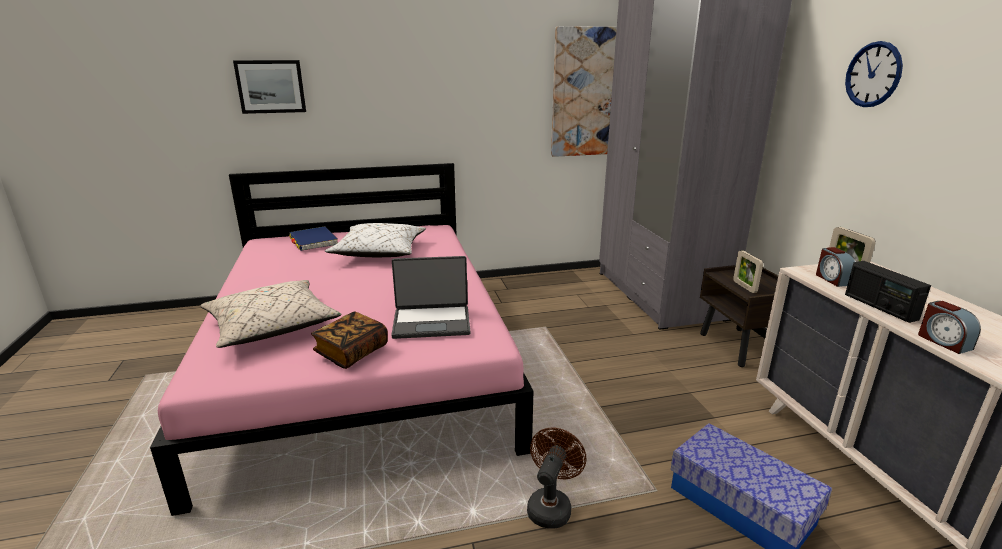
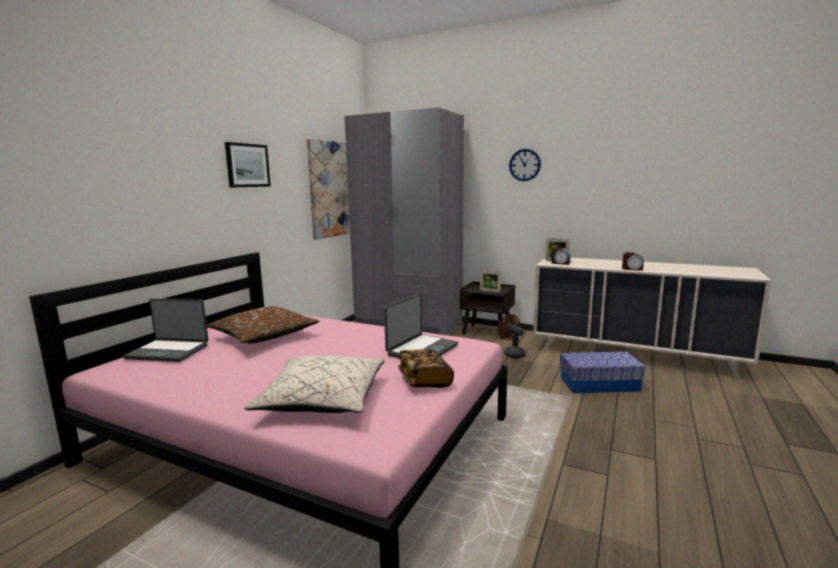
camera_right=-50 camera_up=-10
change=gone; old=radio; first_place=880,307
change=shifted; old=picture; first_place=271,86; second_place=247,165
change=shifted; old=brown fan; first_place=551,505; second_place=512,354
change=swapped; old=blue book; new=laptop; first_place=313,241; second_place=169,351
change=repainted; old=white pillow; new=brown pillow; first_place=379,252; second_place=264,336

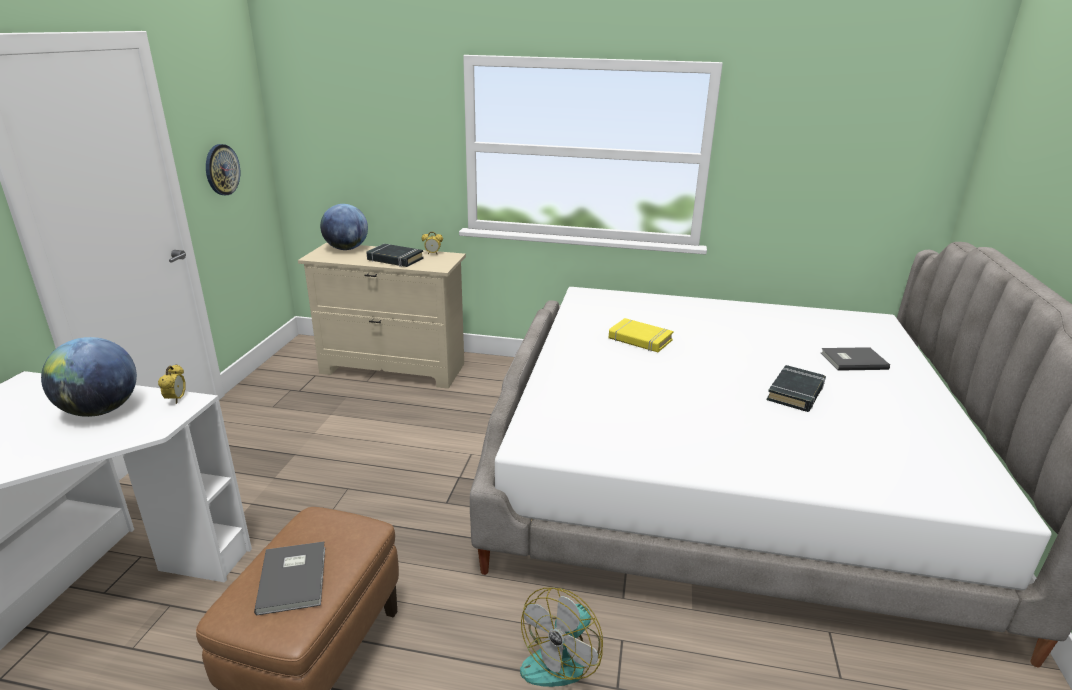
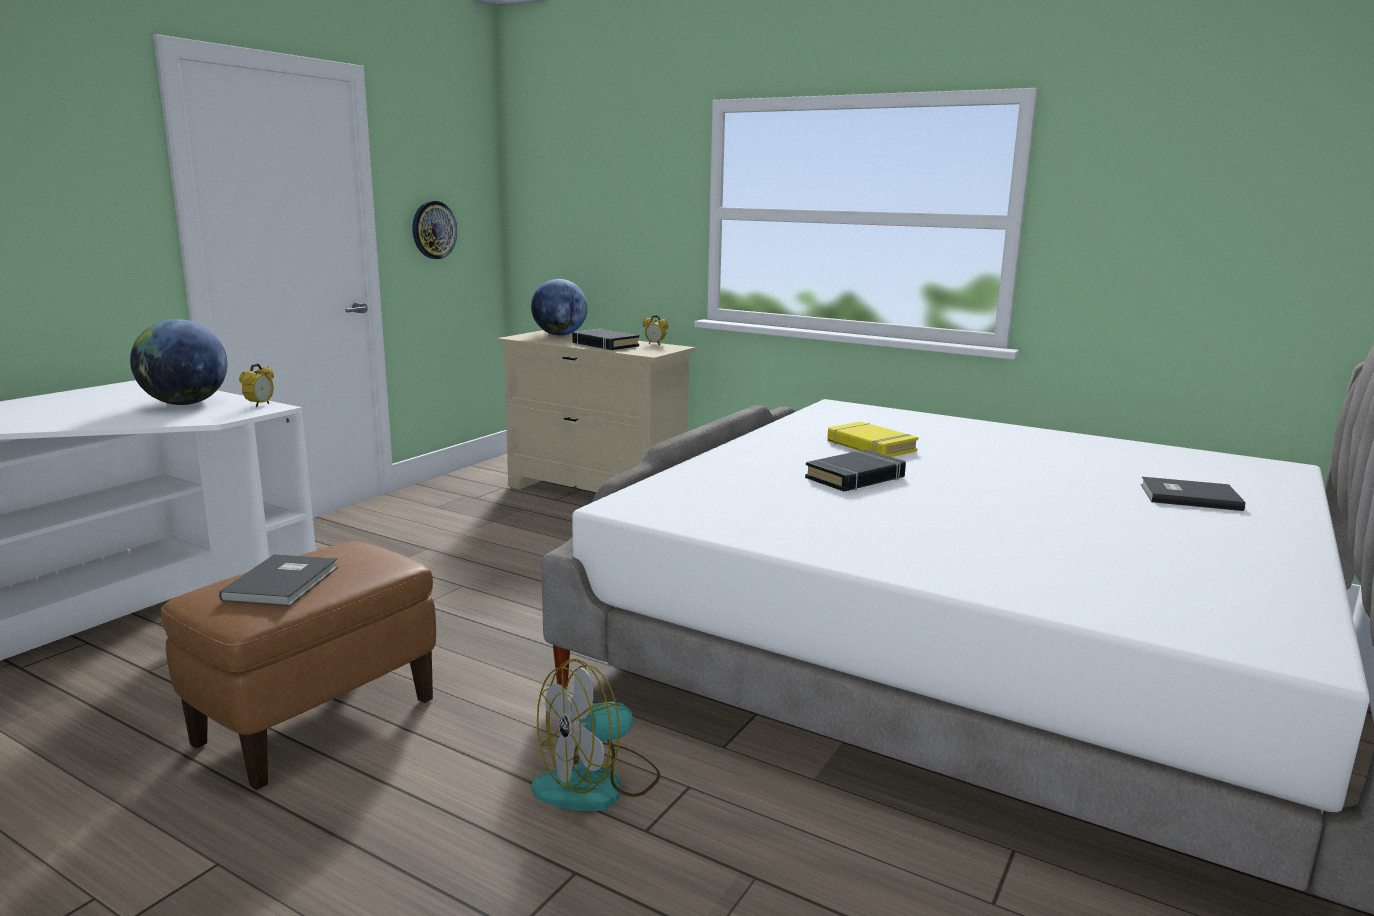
camera_right=20 camera_up=-10
change=shifted; old=black book; first_place=796,393; second_place=855,478

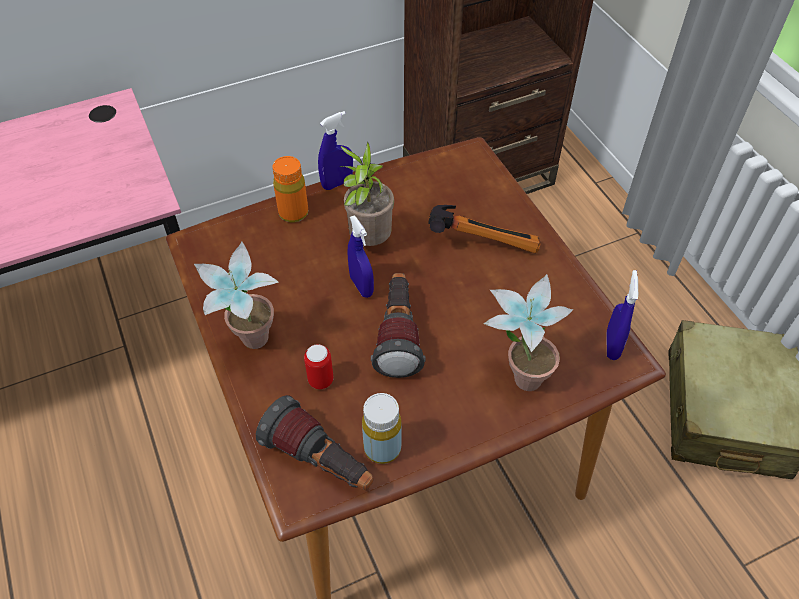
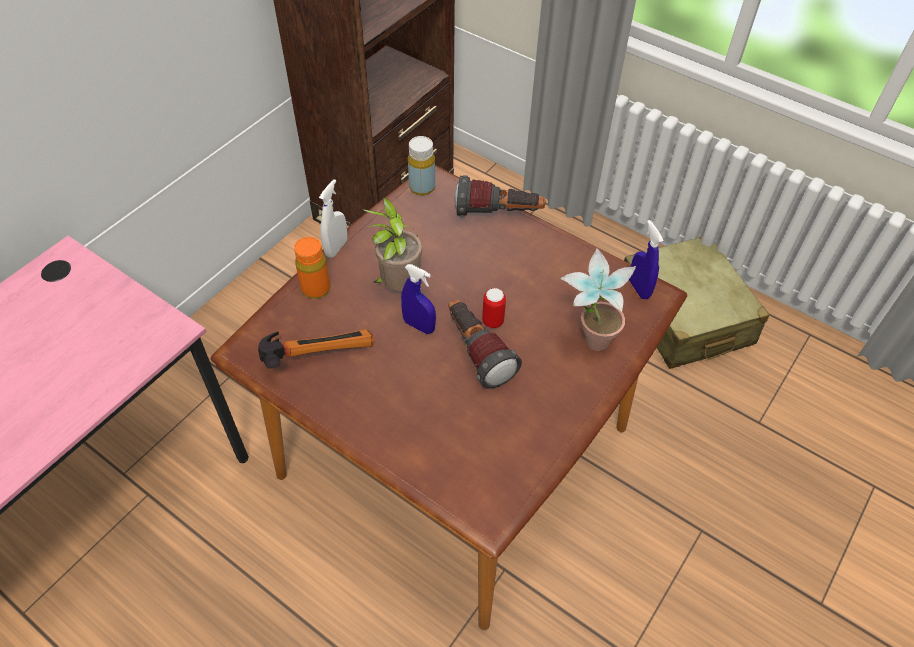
camera_right=-30 camera_up=0
change=gone; old=potted plant; first_place=251,346
change=shifted; old=flashlight; first_place=320,462; second_place=498,214
change=shifted; old=can; first_place=321,380; second_place=493,321
change=shifted; old=yellow bottle; first_place=382,448; second_place=422,187
change=shifted; old=hammer; first_place=482,239; second_place=316,352
change=repainted; old=blue spray bottle; new=white spray bottle; first_place=337,183; second_place=336,248

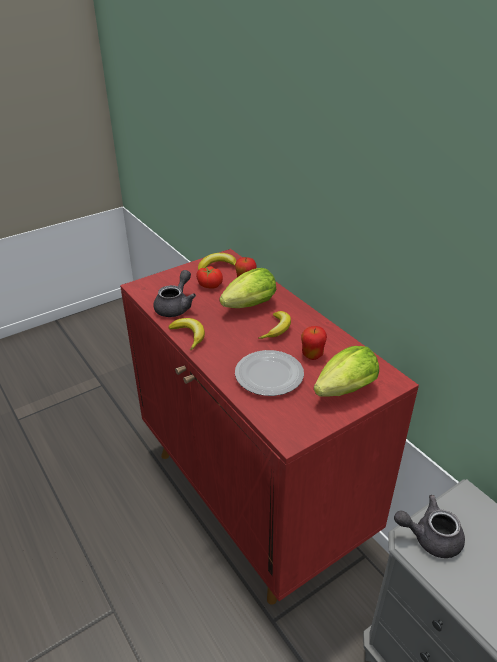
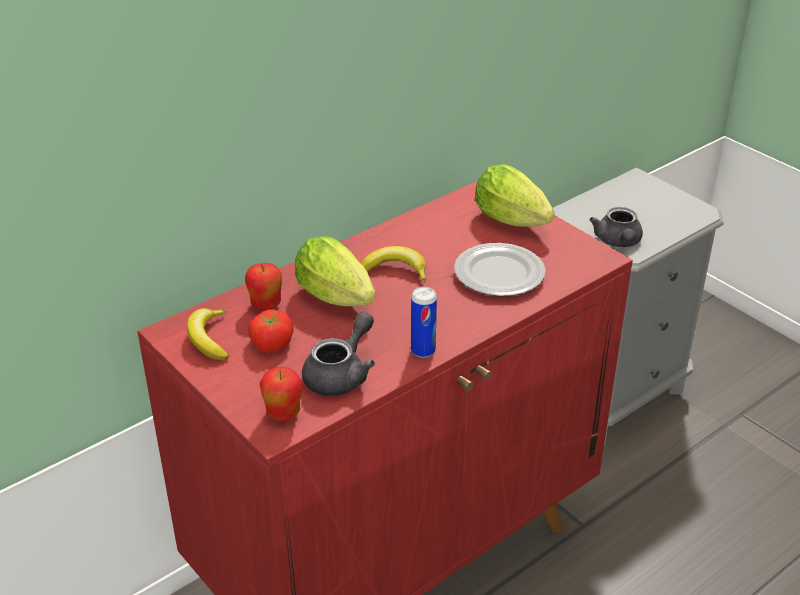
camera_right=-95 camera_up=0
change=shifted; old=apple; first_place=312,355; second_place=283,413
change=swapped; old=banana; new=can; first_place=189,336; second_place=423,351
change=rotated; old=grey teapot; first_place=176,306; second_place=341,374; degrees=105

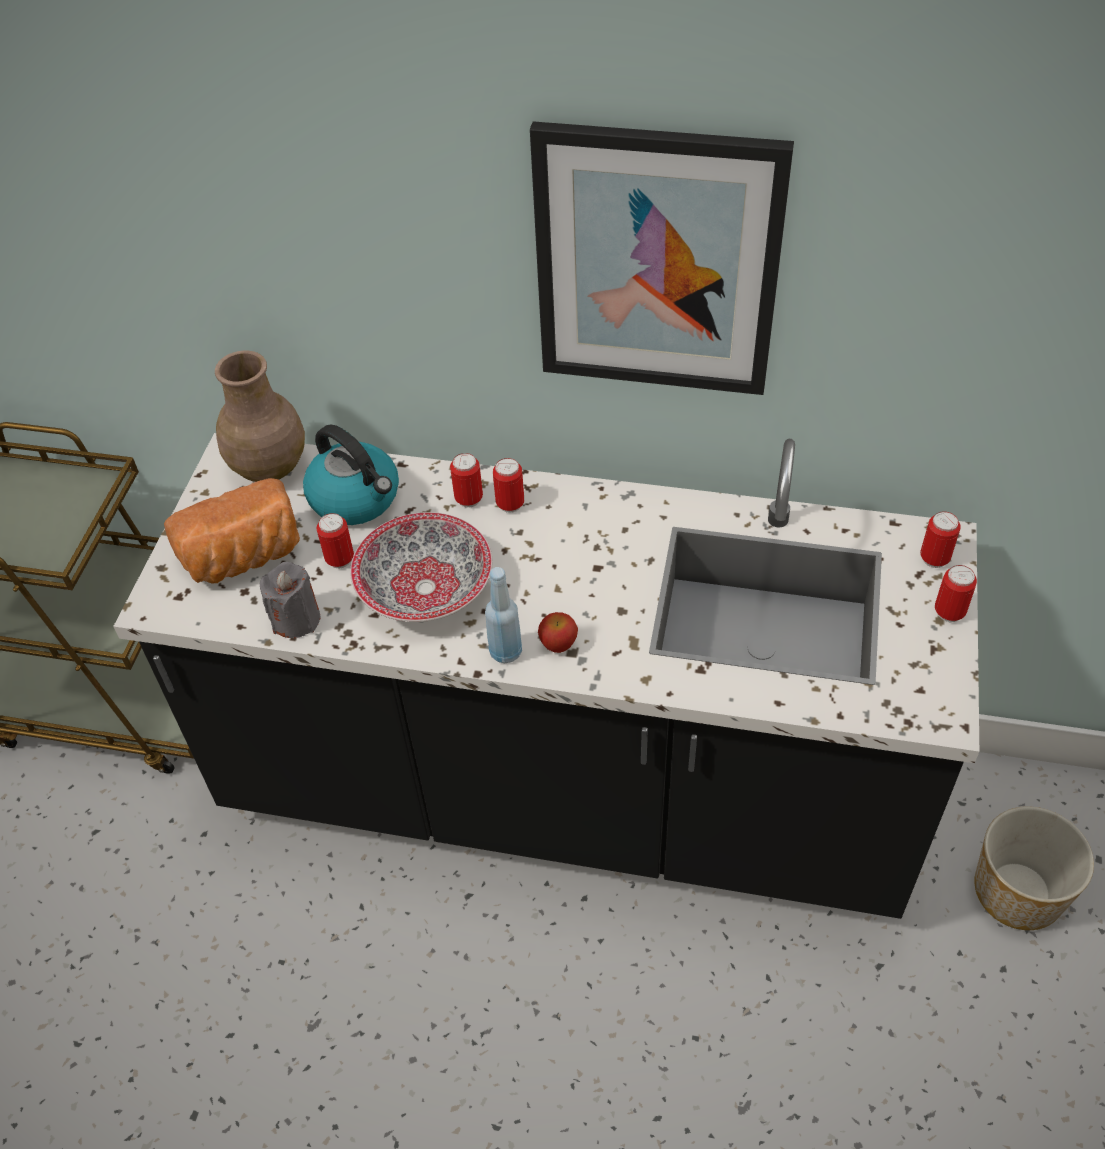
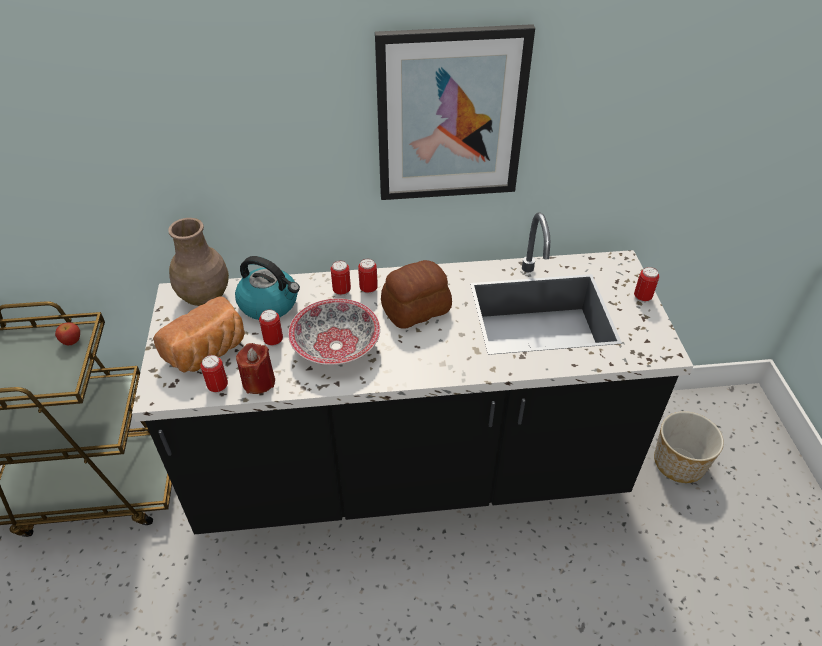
camera_right=-20 camera_up=-5
change=gone; old=blue bottle; first_place=506,652
change=new; new=bread; second_place=417,309
change=shifted; old=apple; first_place=558,644; second_place=72,341
change=shifted; old=can; first_place=934,559; second_place=218,387
change=repainted; old=grey candle; new=red candle; first_place=296,619; second_place=258,382

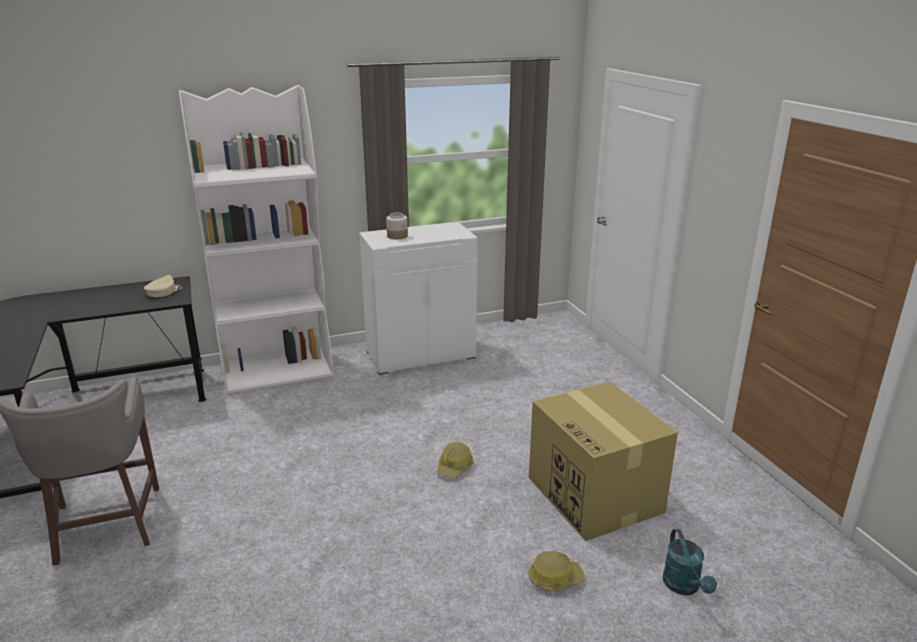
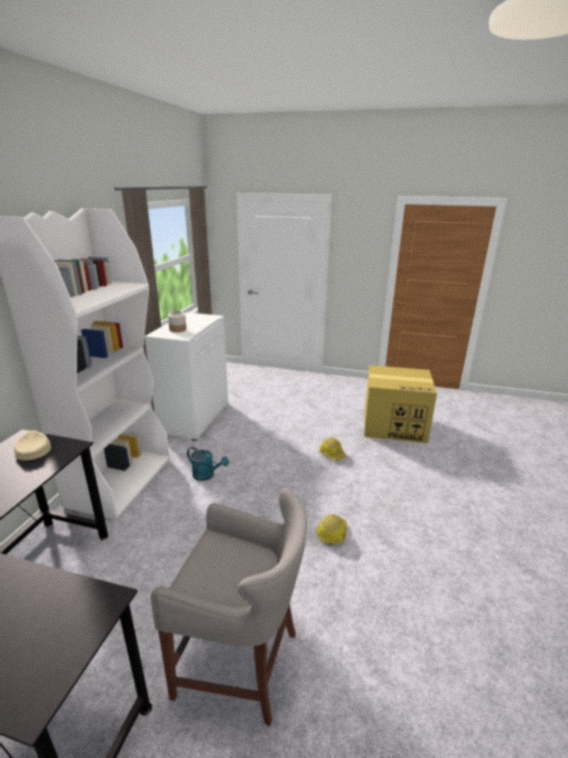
camera_right=-55 camera_up=0
change=shifted; old=hard hat; first_place=555,578; second_place=332,533
change=shifted; old=turquoise watering can; first_place=684,587; second_place=207,475

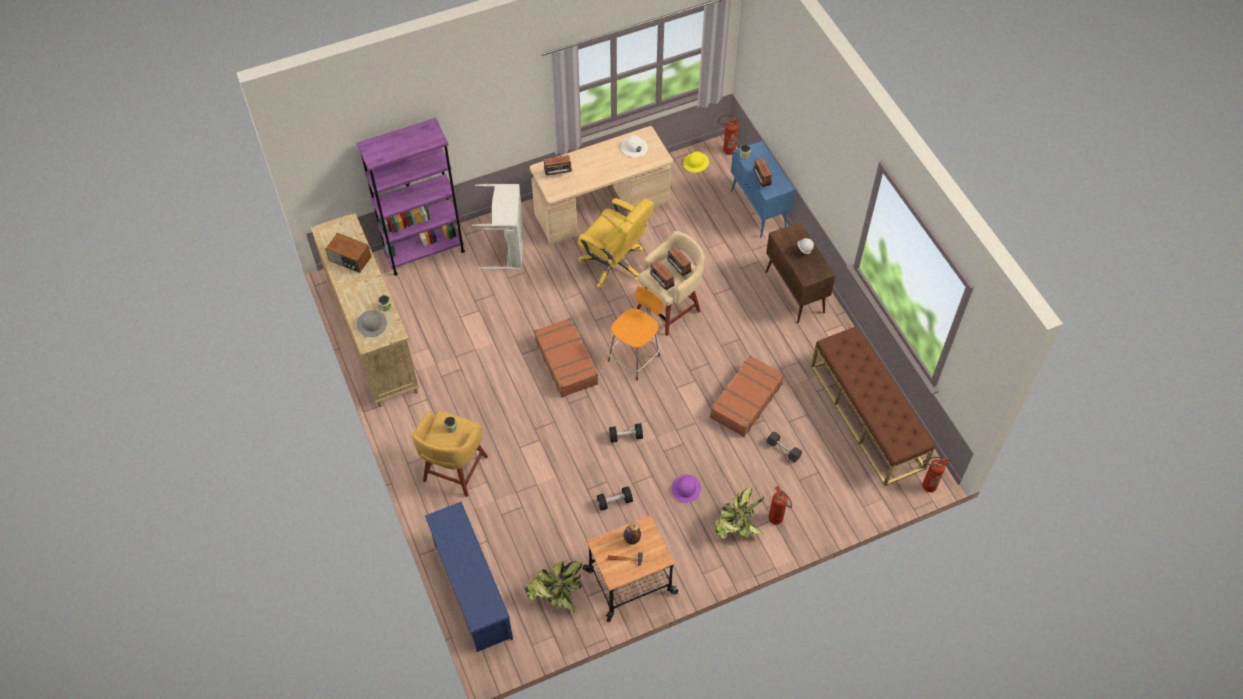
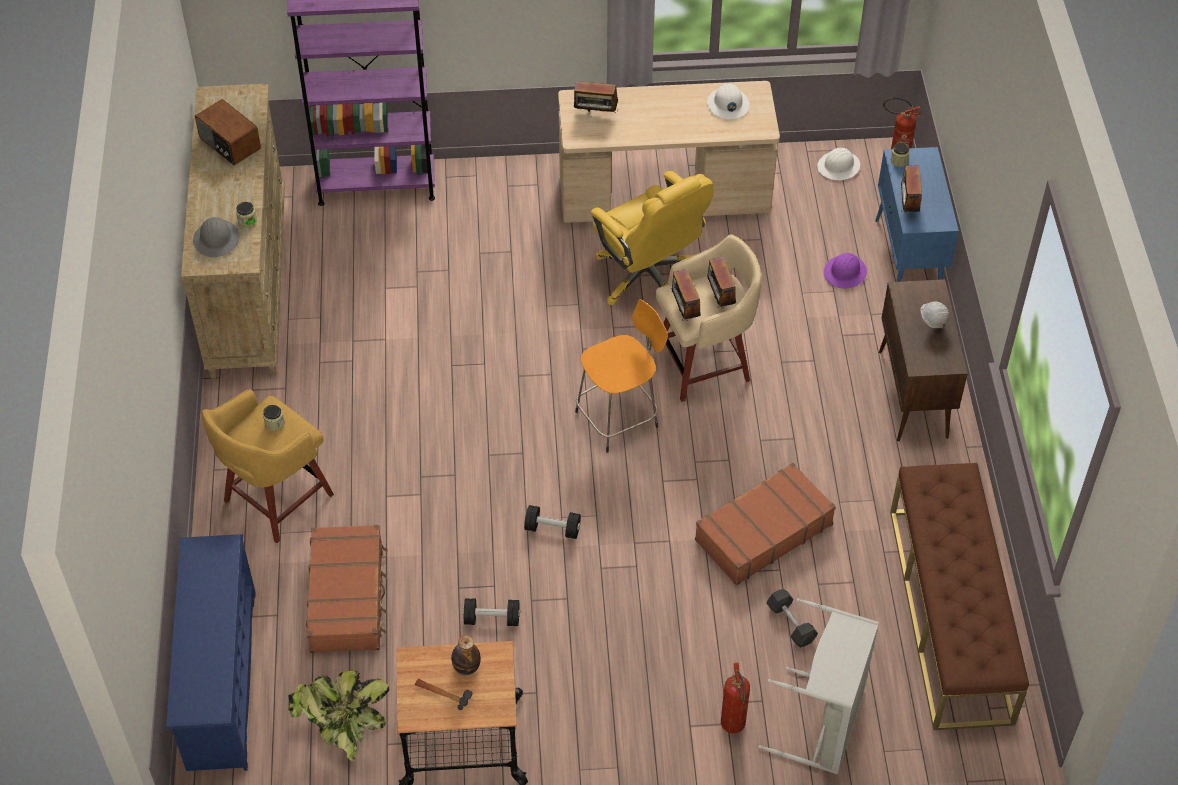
camera_right=20 camera_up=-5
change=gone; old=potted plant; first_place=737,527
change=gone; old=fire extinguisher; first_place=925,486
change=shifted; old=grey laundry basket; first_place=508,249; second_place=824,724
change=shifted; old=brown suitcase; first_place=566,362; second_place=348,596
change=shifted; old=purple hard hat; first_place=686,489; second_place=845,273
change=repainted; old=yellow hard hat; new=white hard hat; first_place=696,163; second_place=838,167

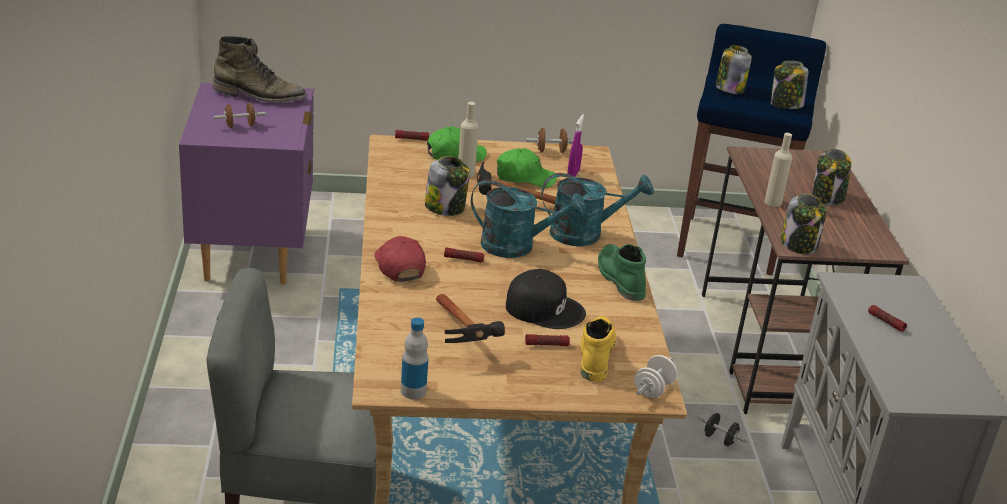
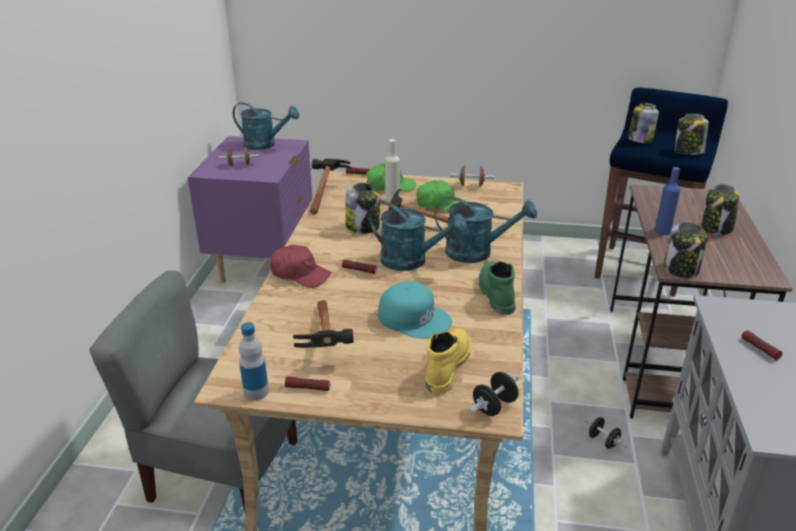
camera_right=15 camera_up=0
change=gone; old=purple spray bottle; first_place=573,174
change=new; new=hammer; second_place=325,193
change=shifted; old=flashlight; first_place=546,344; second_place=308,388
change=swapped; old=green boot; new=turquoise watering can; first_place=259,96; second_place=265,145
change=repainted; old=black cap; new=turquoise cap; first_place=544,308; second_place=414,318
change=repainted; old=white dumbbell; new=black dumbbell; first_place=653,389; second_place=494,406
change=repainted; old=beige bottle; new=blue bottle; first_place=773,202; second_place=662,231
change=rotated; old=red cap; first_place=399,266; second_place=300,274; degrees=120

